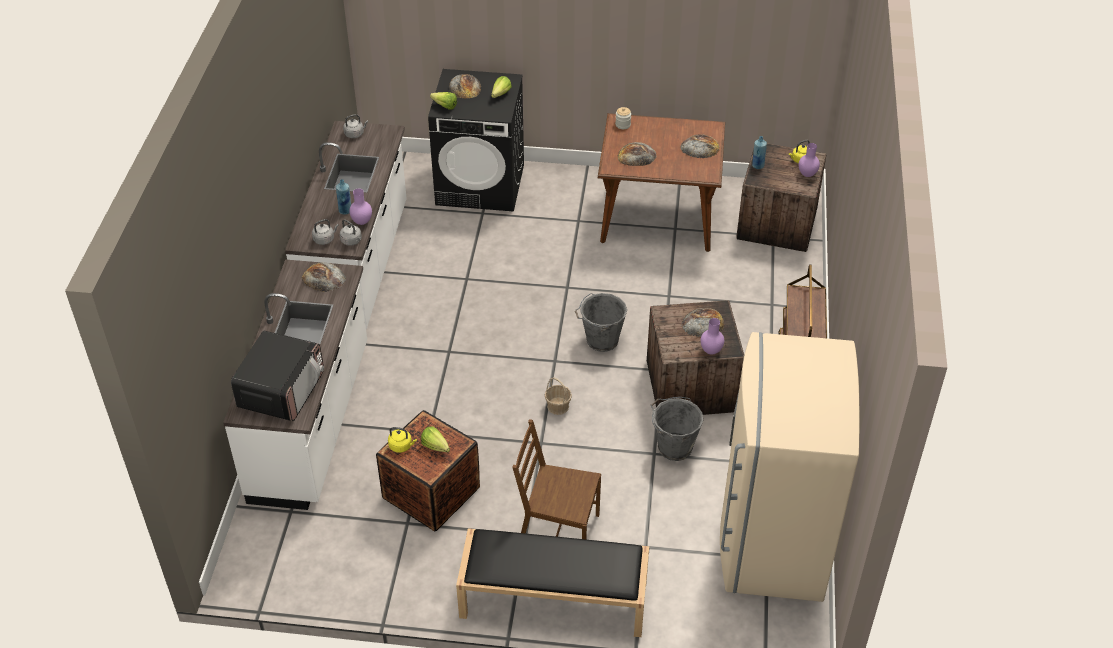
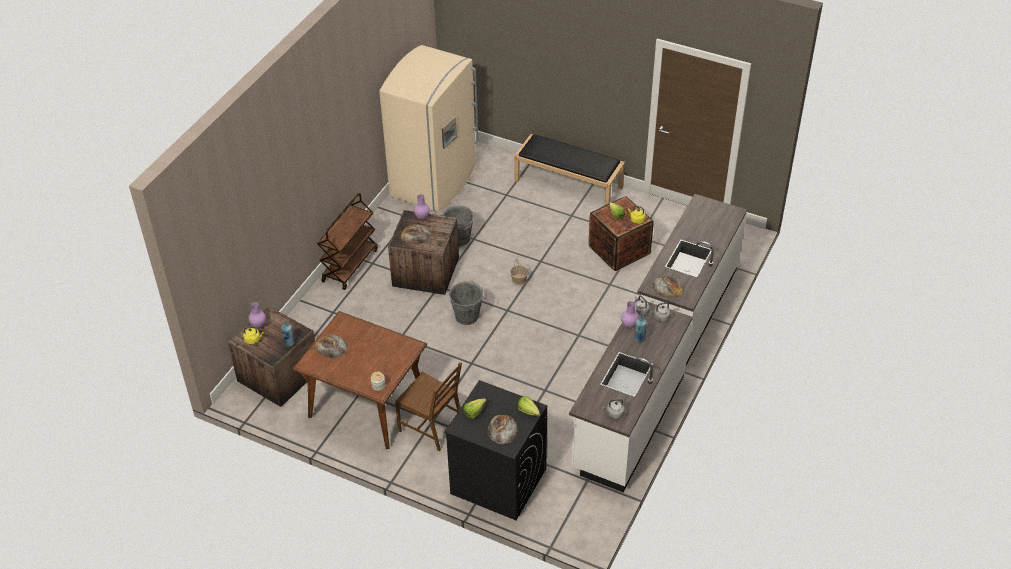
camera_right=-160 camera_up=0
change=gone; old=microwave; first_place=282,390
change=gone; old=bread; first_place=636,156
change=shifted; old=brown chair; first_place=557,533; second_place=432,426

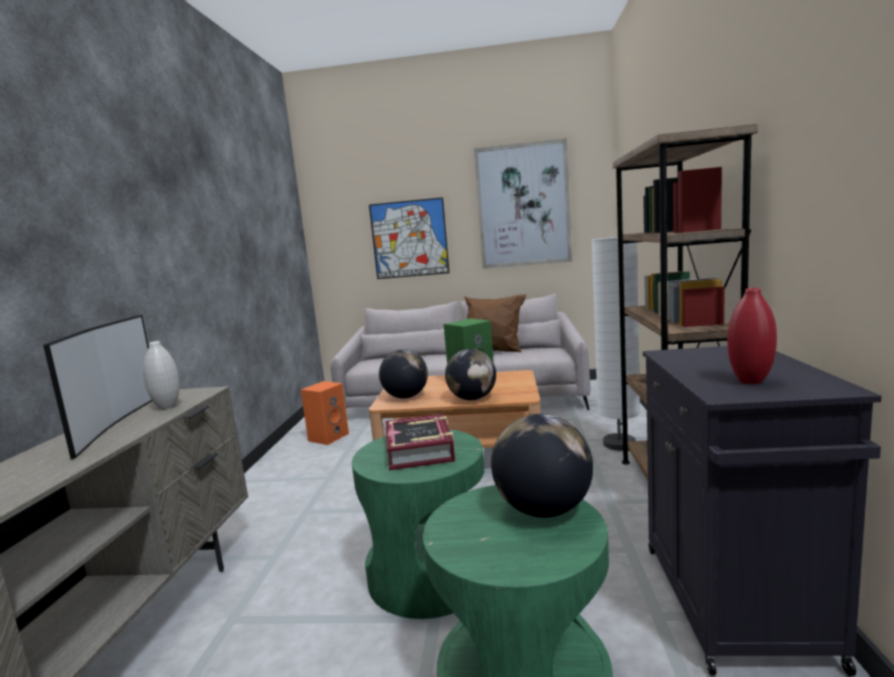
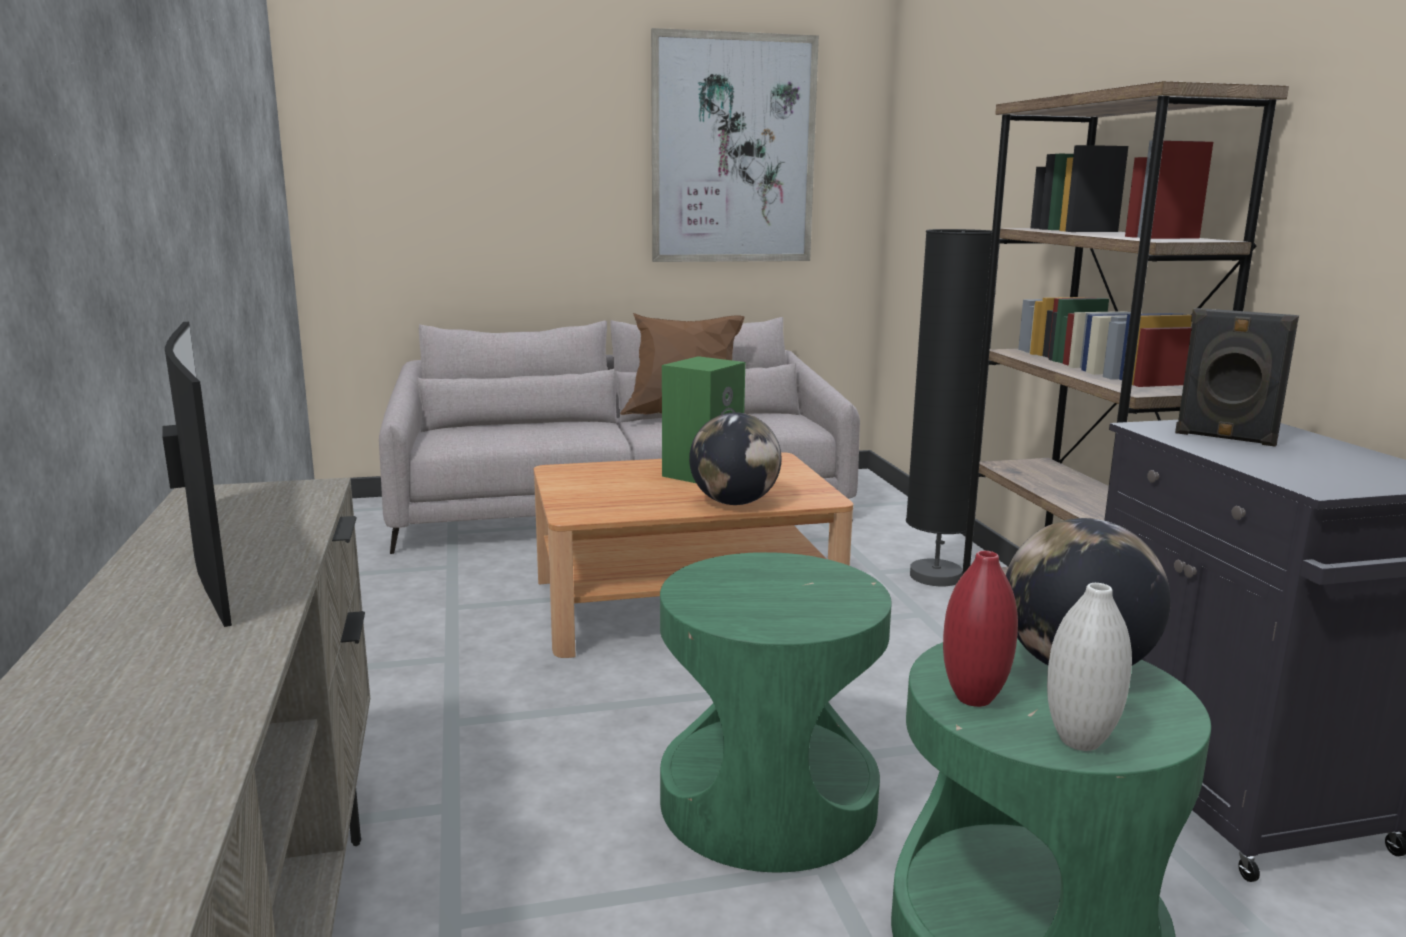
camera_right=-20 camera_up=5
change=gone; old=orange speaker; first_place=328,437
change=gone; old=picture; first_place=409,239
change=gone; old=globe; first_place=406,397
change=gone; old=book; first_place=420,450
change=new; new=black speaker; second_place=1225,438
change=shifted; old=white vase; first_place=167,407; second_place=1079,741
change=shifted; old=red vase; first_place=750,381; second_place=973,698
change=repainted; old=white floor lamp; new=black floor lamp; first_place=619,444; second_place=935,576

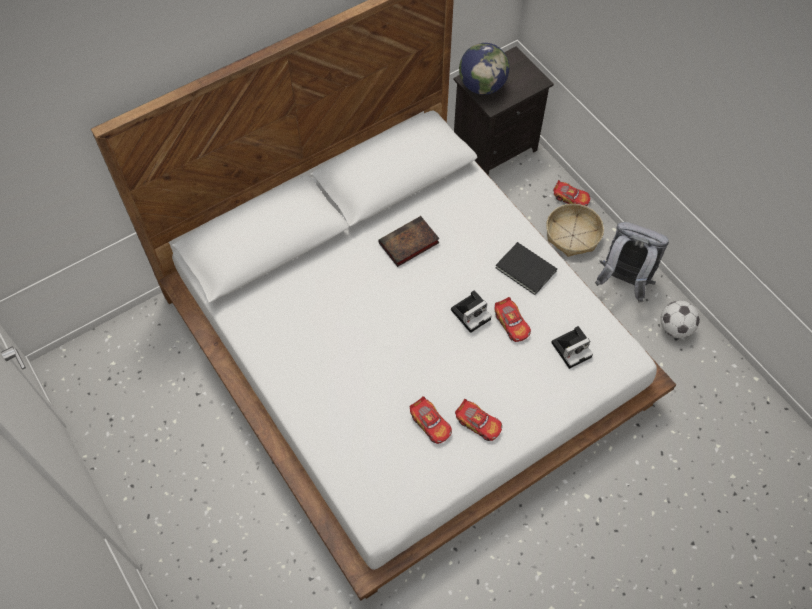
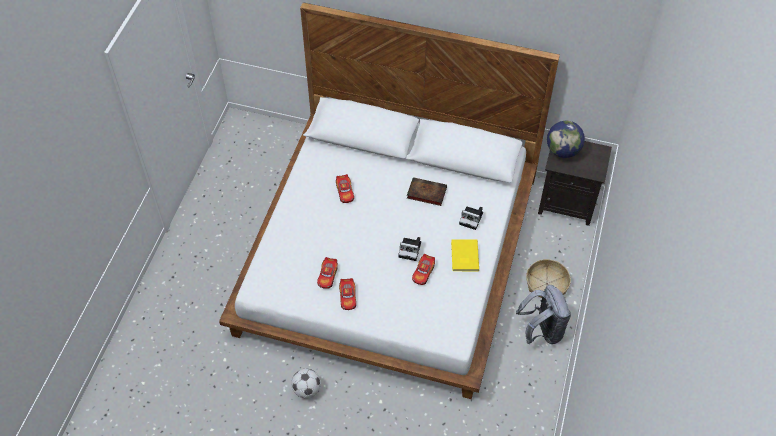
camera_right=50 camera_up=-5
change=shifted; old=photo camera; first_place=572,349; second_place=472,219
change=shifted; old=toy car; first_place=571,198; second_place=345,192
change=shifted; old=football; first_place=675,328; second_place=307,389
change=repainted; old=black book; new=yellow book; first_place=525,270; second_place=463,256

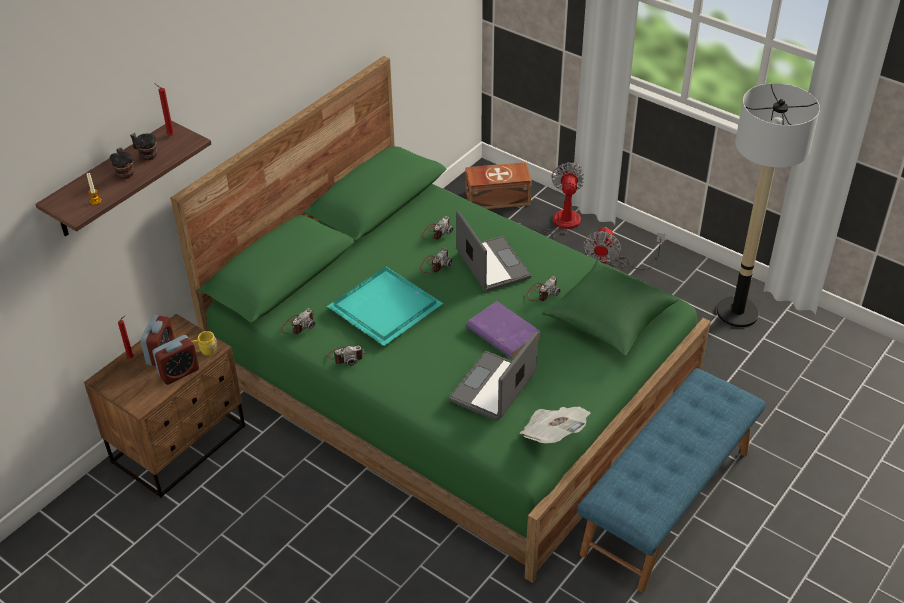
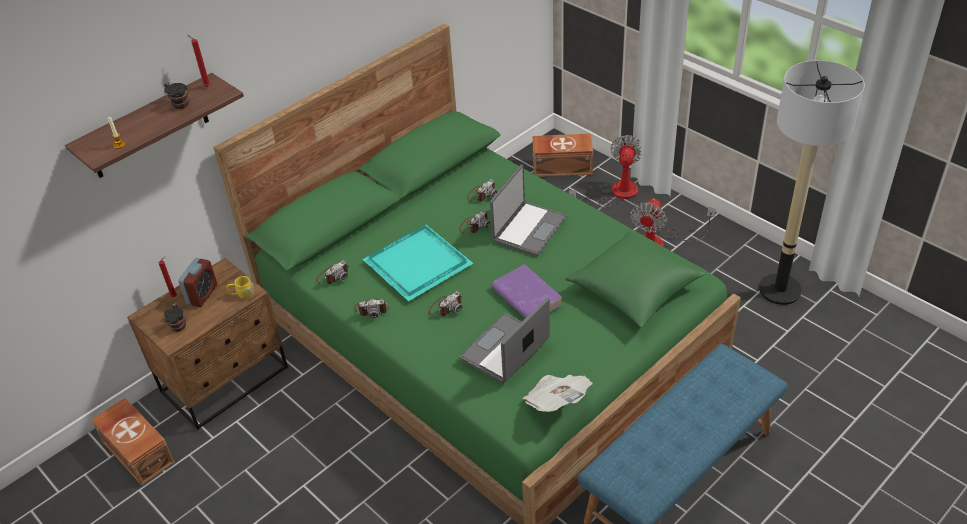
camera_right=10 camera_up=0
change=gone; old=alarm clock; first_place=179,372
change=new; new=brown storage box; second_place=139,451
change=shifted; old=mug; first_place=125,172; second_place=179,325
change=shifted; old=photo camera; first_place=542,292; second_place=446,307
change=rotated; old=laptop; first_place=491,265; second_place=528,229; degrees=45

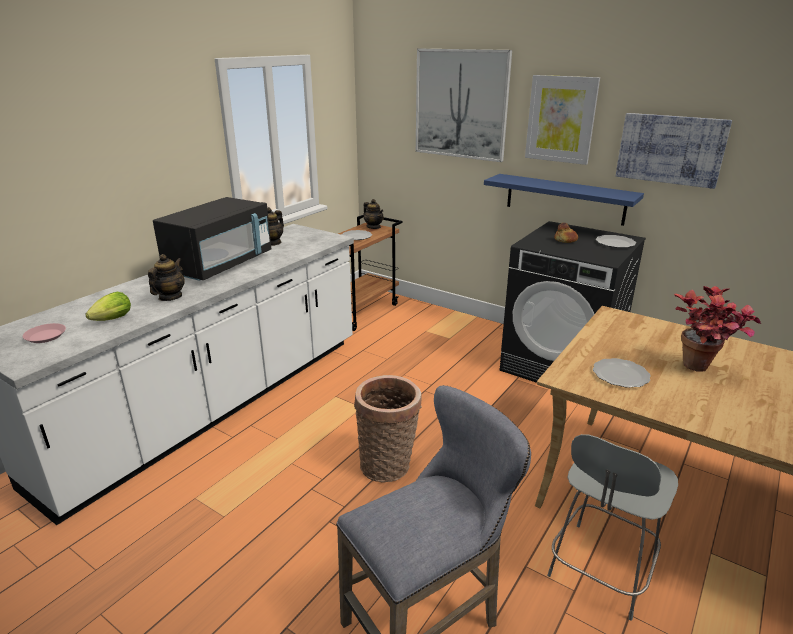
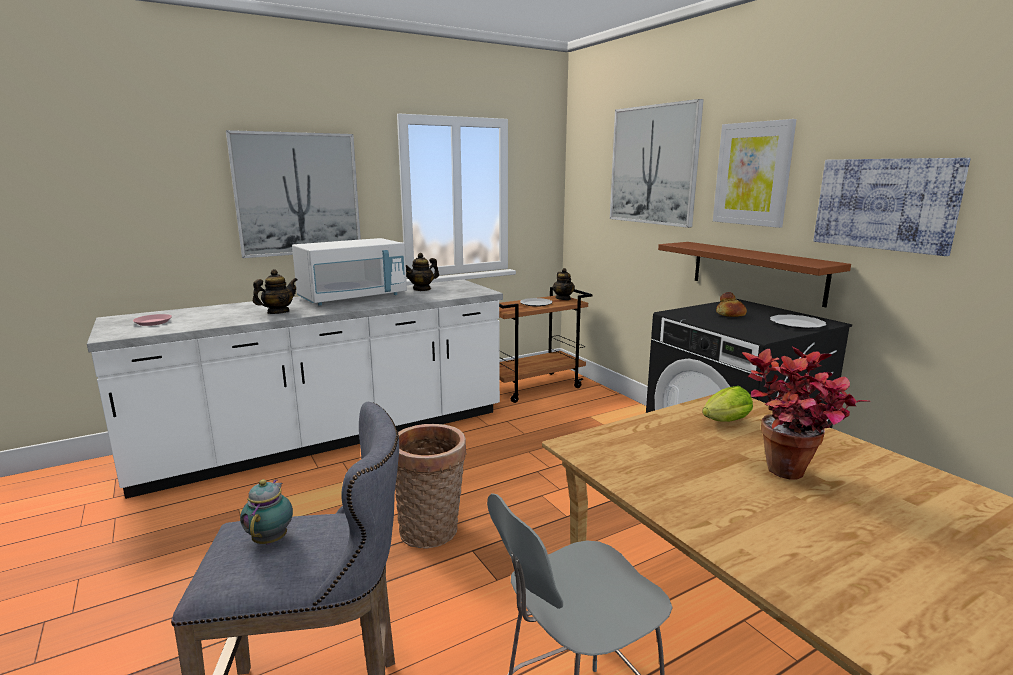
camera_right=25 camera_up=-10
change=gone; old=plate; first_place=620,375
change=new; new=picture; second_place=297,194
change=new; new=teapot; second_place=271,539
change=shifted; old=lettuce; first_place=110,320; second_place=723,422
change=repainted; old=black microwave; new=white microwave; first_place=220,265; second_place=353,298
change=repainted; old=blue shelf; new=brown shelf; first_place=564,199; second_place=756,272

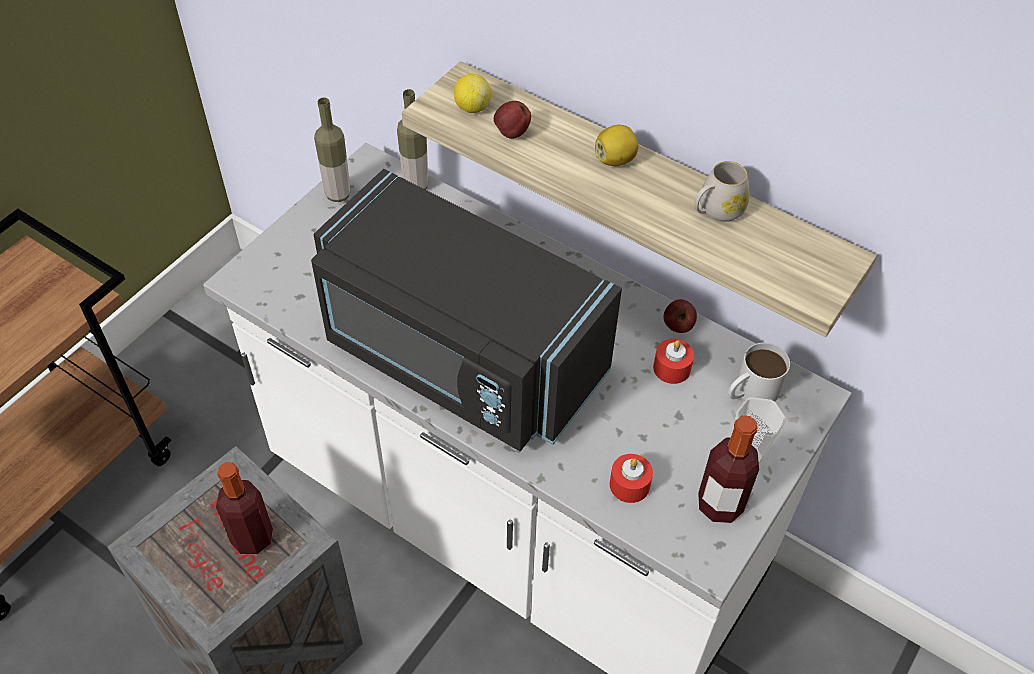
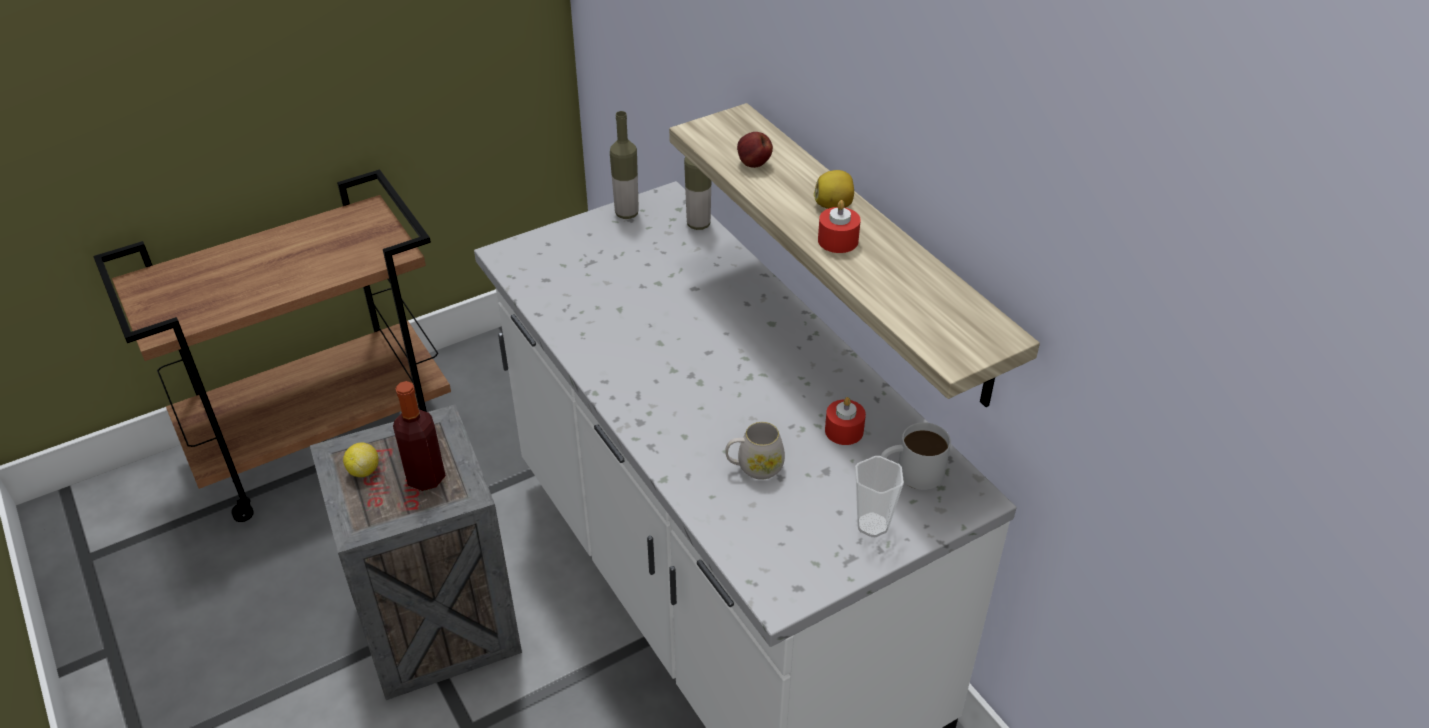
camera_right=25 camera_up=-10
change=gone; old=black microwave; first_place=459,359
change=gone; old=apple; first_place=678,326
change=gone; old=bottle; first_place=720,504
change=shifted; old=lemon; first_place=472,107; second_place=364,470
change=shifted; old=red candle; first_place=629,485; second_place=838,240
change=shifted; old=white mug; first_place=716,211; second_place=754,467

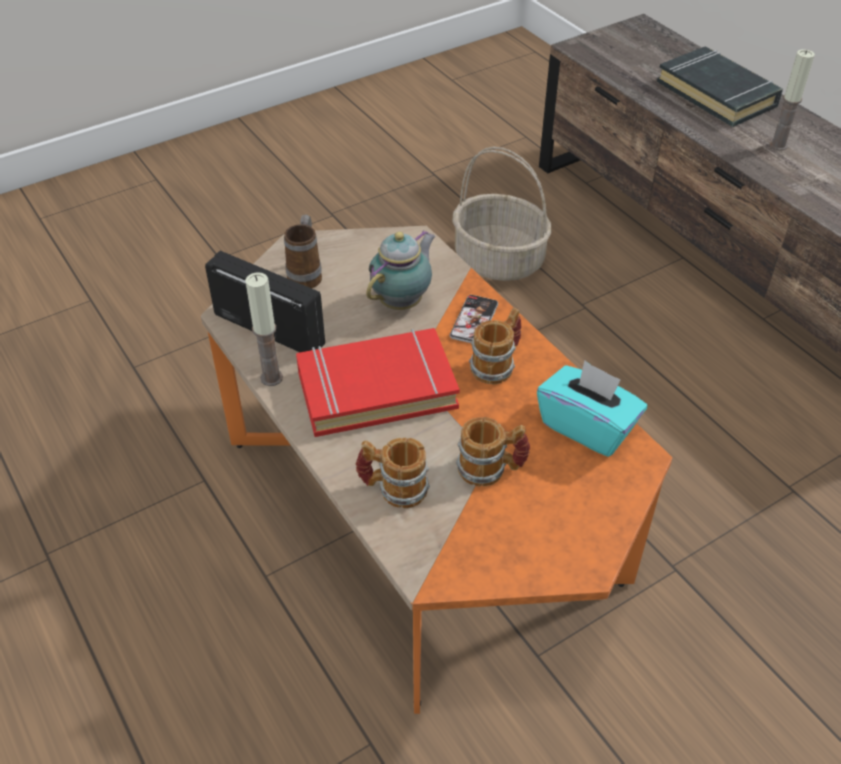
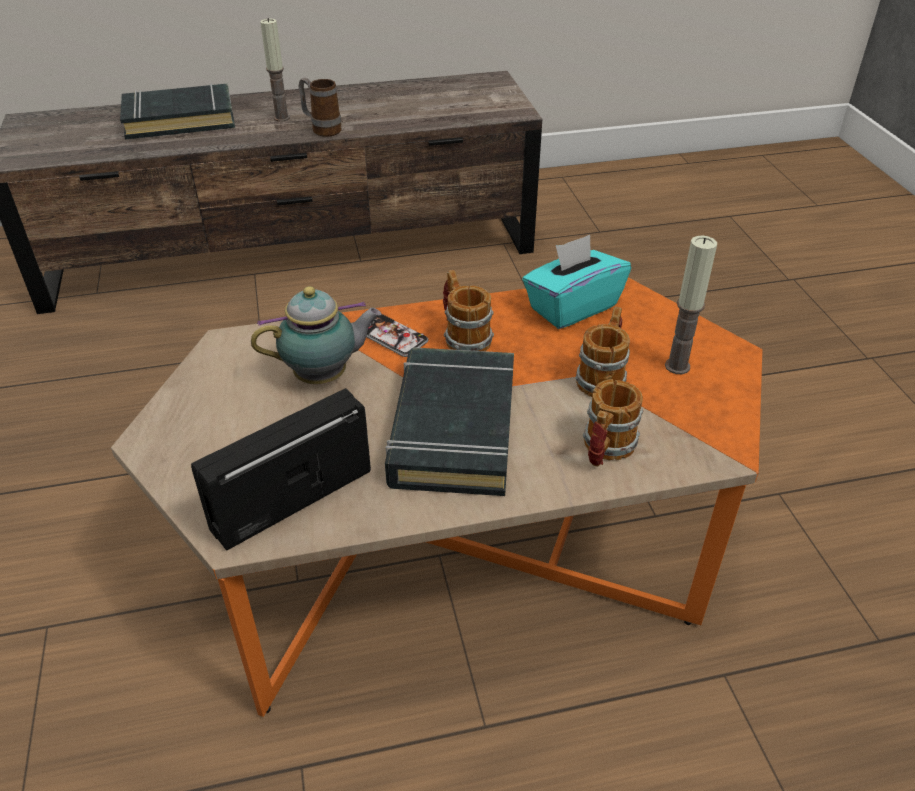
camera_right=-70 camera_up=-5
change=gone; old=basket; first_place=500,260
change=shifted; old=candle; first_place=271,378; second_place=677,366
change=shifted; old=mug; first_place=306,274; second_place=322,129
change=repainted; old=red book; new=black book; first_place=376,389; second_place=452,429
change=rotated; old=teapot; first_place=403,301; second_place=325,376; degrees=105

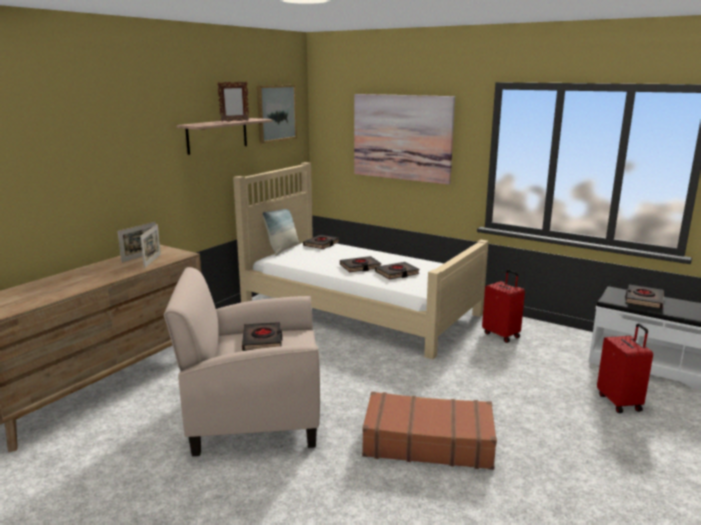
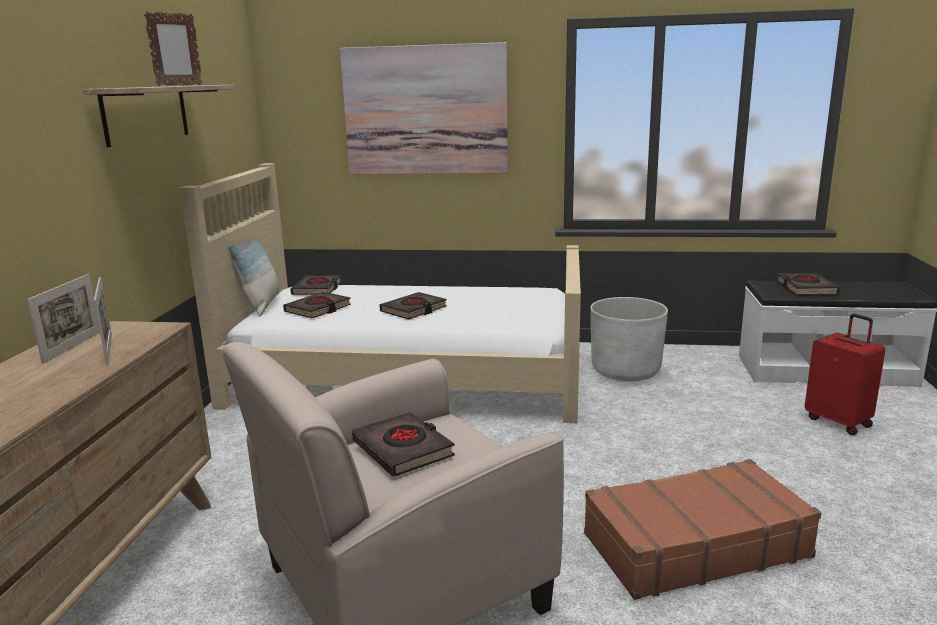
camera_right=-25 camera_up=0
change=gone; old=picture; first_place=276,113
change=shifted; old=black book; first_place=397,273; second_place=318,309
change=swapped; old=red suitcase; new=white planter; first_place=501,335; second_place=625,371

